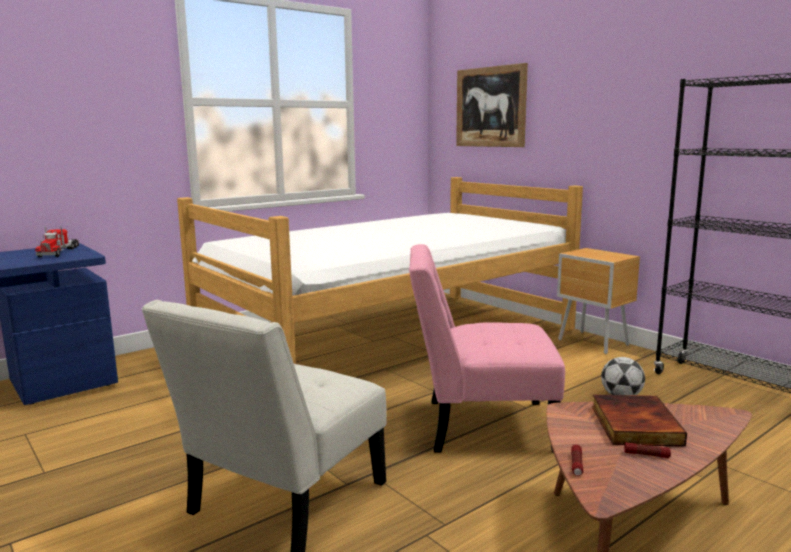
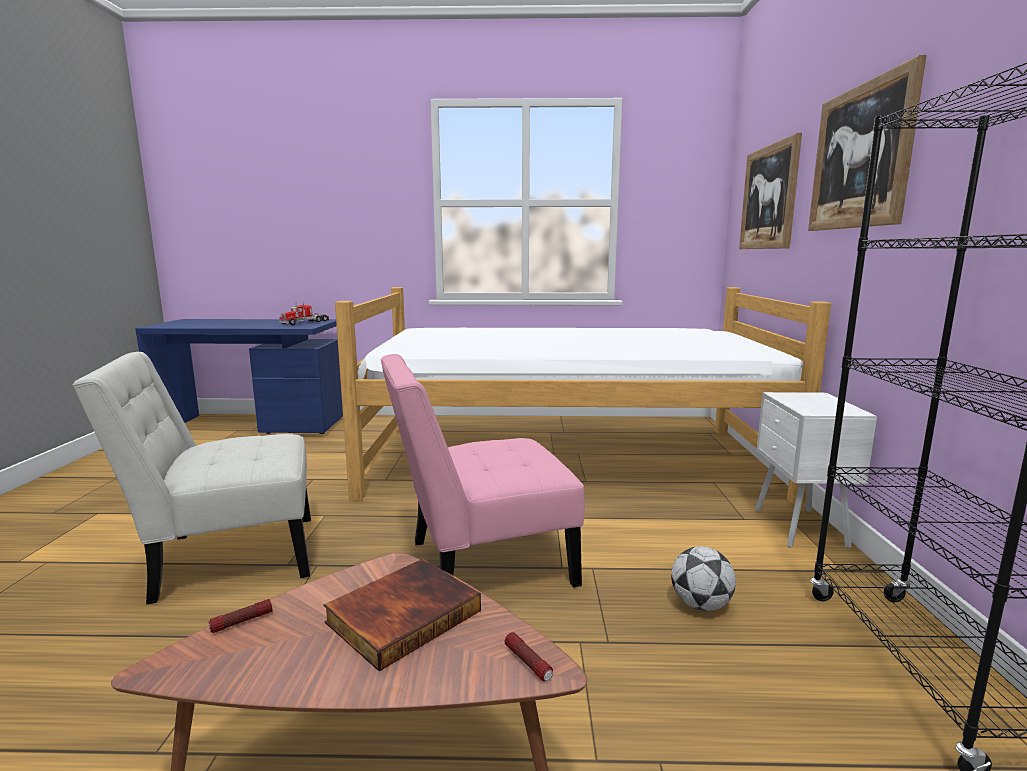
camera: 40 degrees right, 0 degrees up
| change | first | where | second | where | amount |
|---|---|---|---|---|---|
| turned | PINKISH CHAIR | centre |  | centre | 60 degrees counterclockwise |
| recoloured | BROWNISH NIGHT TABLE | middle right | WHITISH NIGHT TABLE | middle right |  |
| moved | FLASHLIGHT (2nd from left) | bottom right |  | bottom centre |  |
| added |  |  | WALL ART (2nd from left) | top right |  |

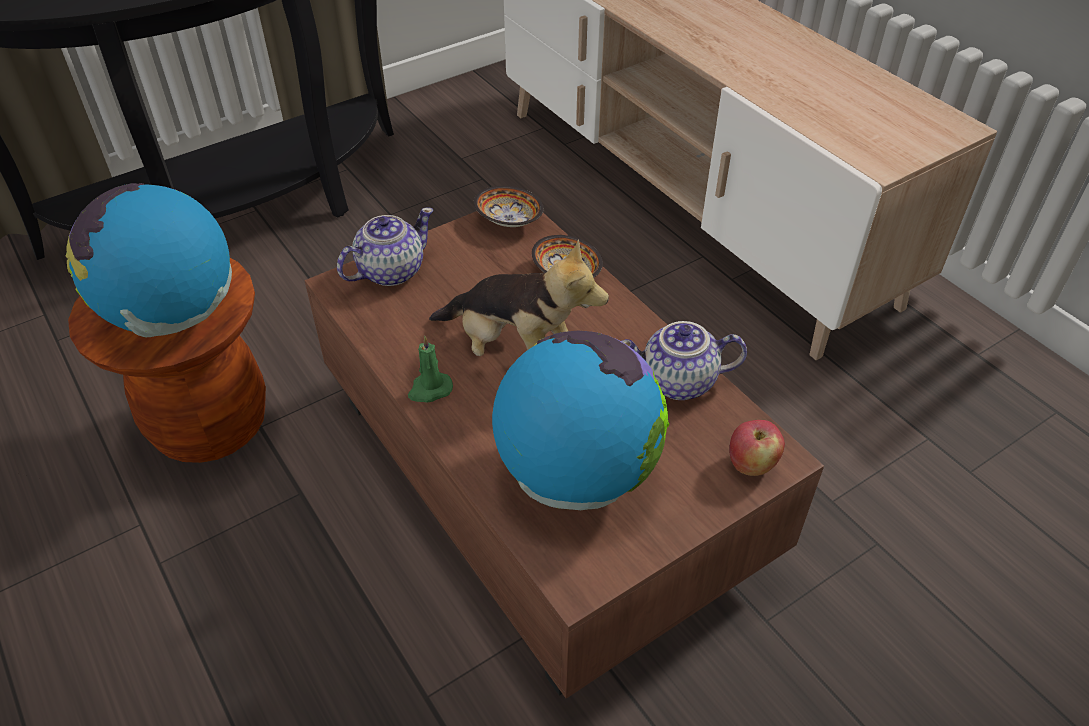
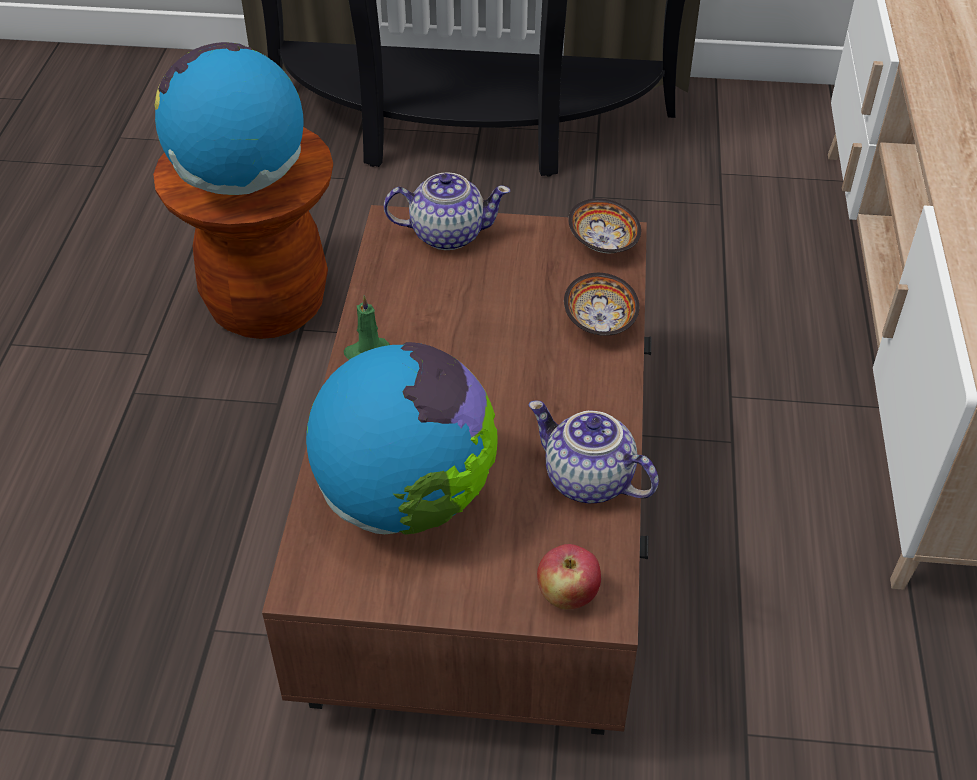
camera: 40 degrees right, 0 degrees up
| change | first | where | second | where | amount |
|---|---|---|---|---|---|
| removed | PLUSH TOY | centre |  |  |  |

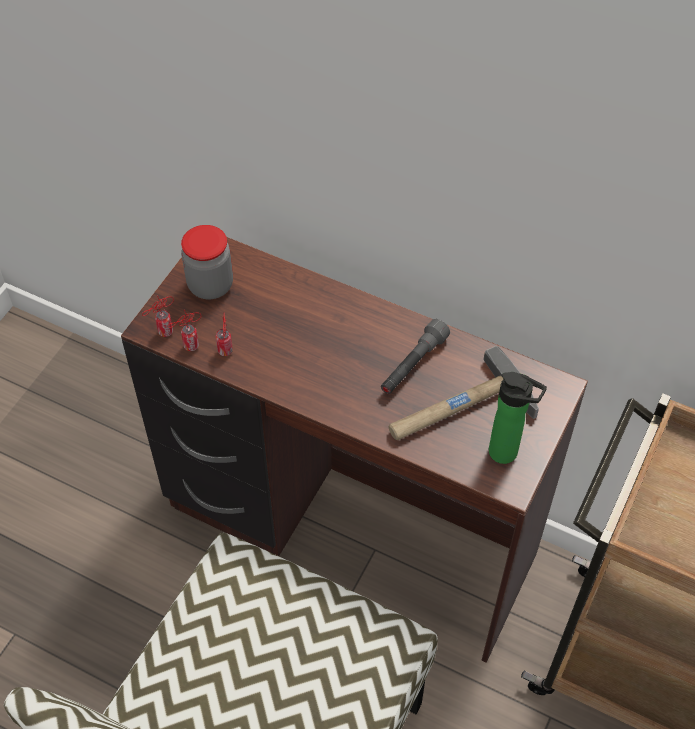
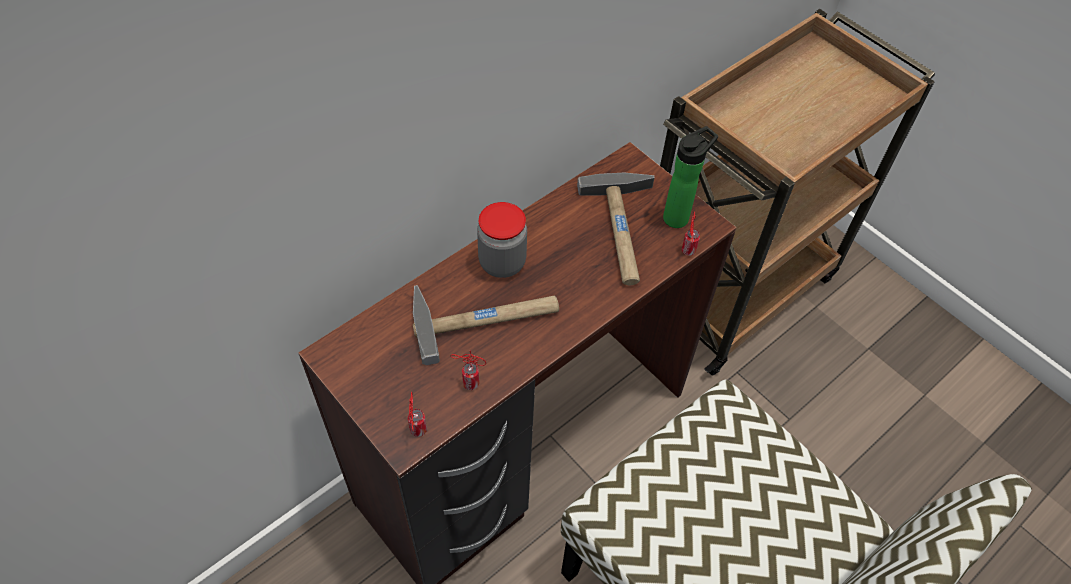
camera: 70 degrees left, 0 degrees up
| change | first | where | second | where | amount |
|---|---|---|---|---|---|
| moved | METAL CAN (2nd from left in the first image) | middle left | METAL CAN (3rd from left) | centre |  |
| moved | JAR | middle left |  | centre |  |
| removed | GREY FLASHLIGHT | centre |  |  |  |
| added |  |  | HAMMER (1st from left) | centre |  |

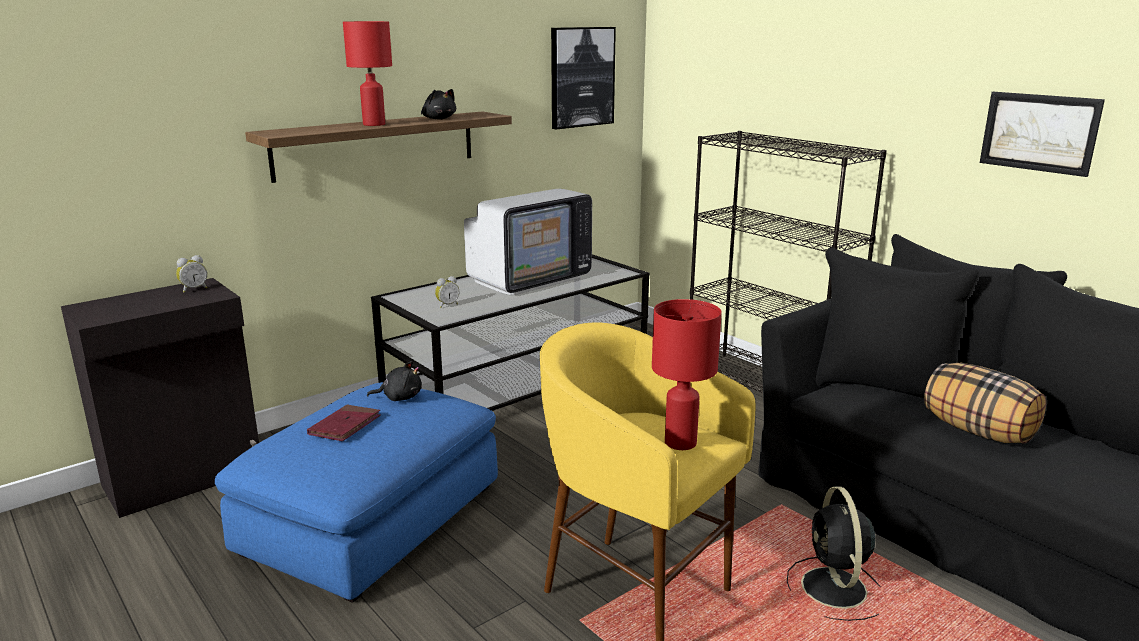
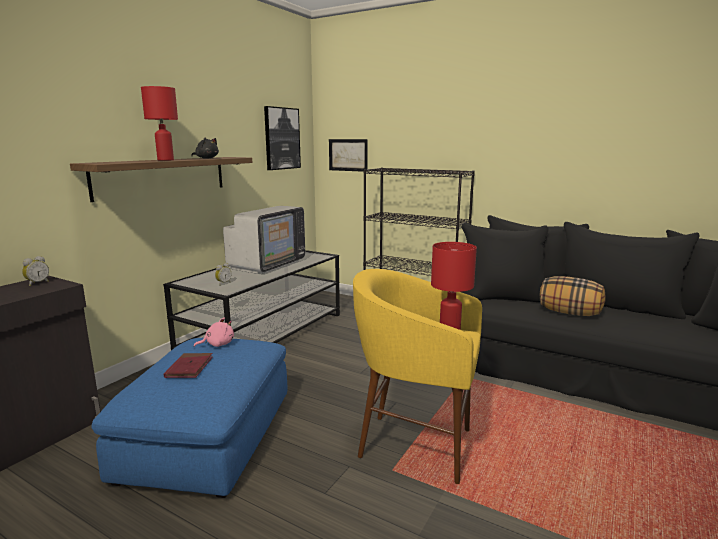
camera: 20 degrees left, 5 degrees down
| change | first | where | second | where | amount |
|---|---|---|---|---|---|
| recoloured | BLACK PLUSH TOY (1st from left) | centre | PINKISH PLUSH TOY | middle left |  |
| removed | BLACK FAN | bottom right |  |  |  |
| moved | WALL ART (2nd from left) | top right |  | top centre |  |

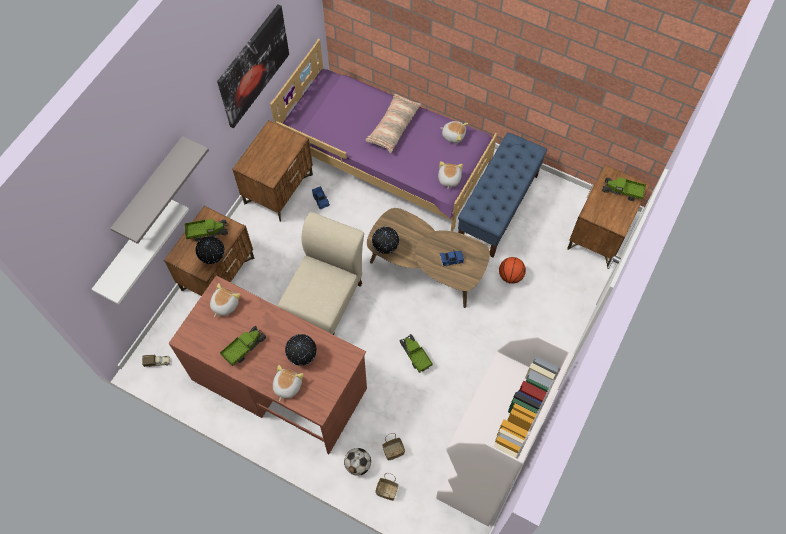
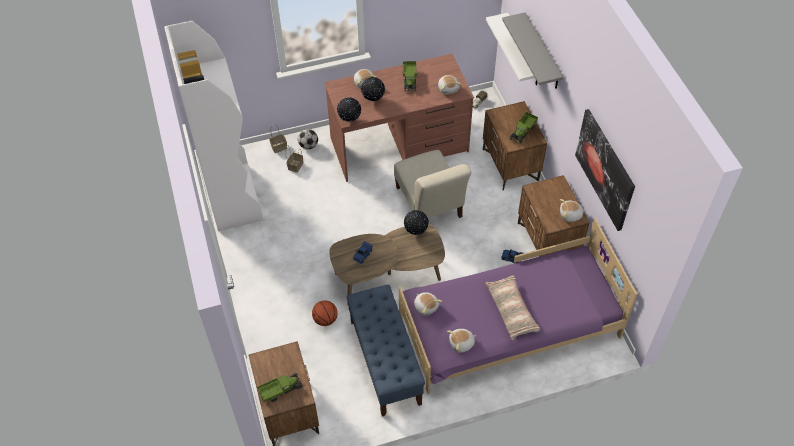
camera: 135 degrees right, 10 degrees down
| change | first | where | second | where | amount |
|---|---|---|---|---|---|
| moved | DESK GLOBE (1st from left) | middle left |  | top centre |  |
| removed | TOY TRUCK (4th from left) | centre |  |  |  |
| added |  |  | PLUSH TOY (5th from left) | middle right |  |

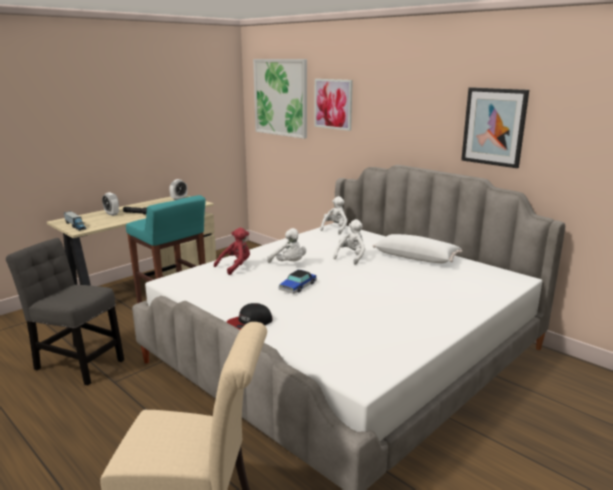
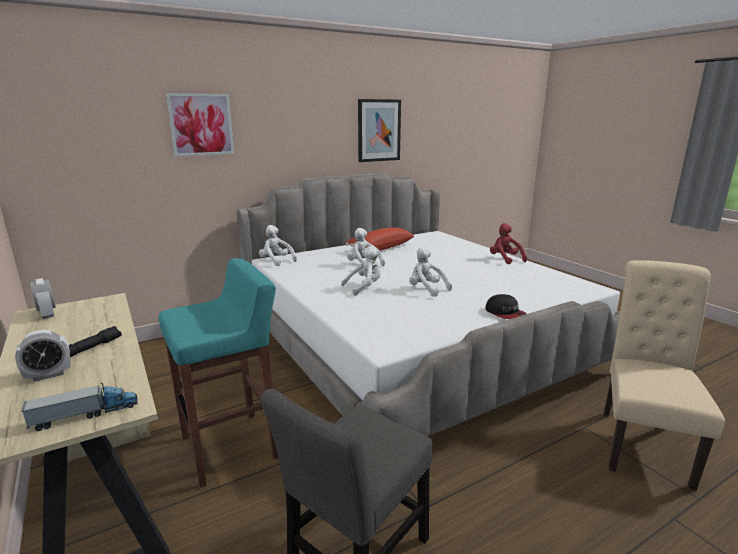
camera: 75 degrees left, 0 degrees up
| change | first | where | second | where | amount |
|---|---|---|---|---|---|
| moved | RED PLUSH TOY | centre |  | middle right |  |
| removed | WALL ART (1st from left) | top centre |  |  |  |
| replaced | MODEL CAR | centre | WHITISH PLUSH TOY (4th from left) | centre |  |
| recoloured | WHITISH THROW PILLOW | middle right | RED THROW PILLOW | centre |  |

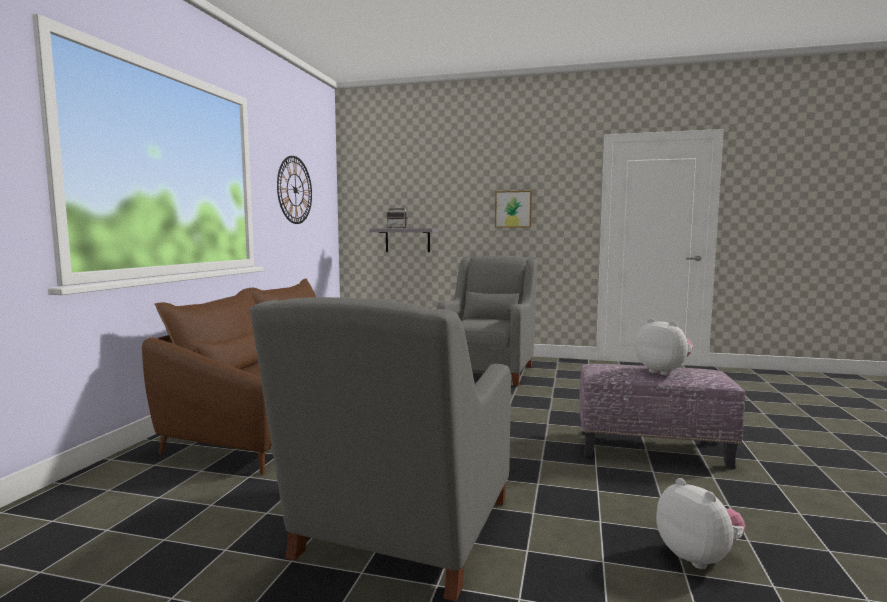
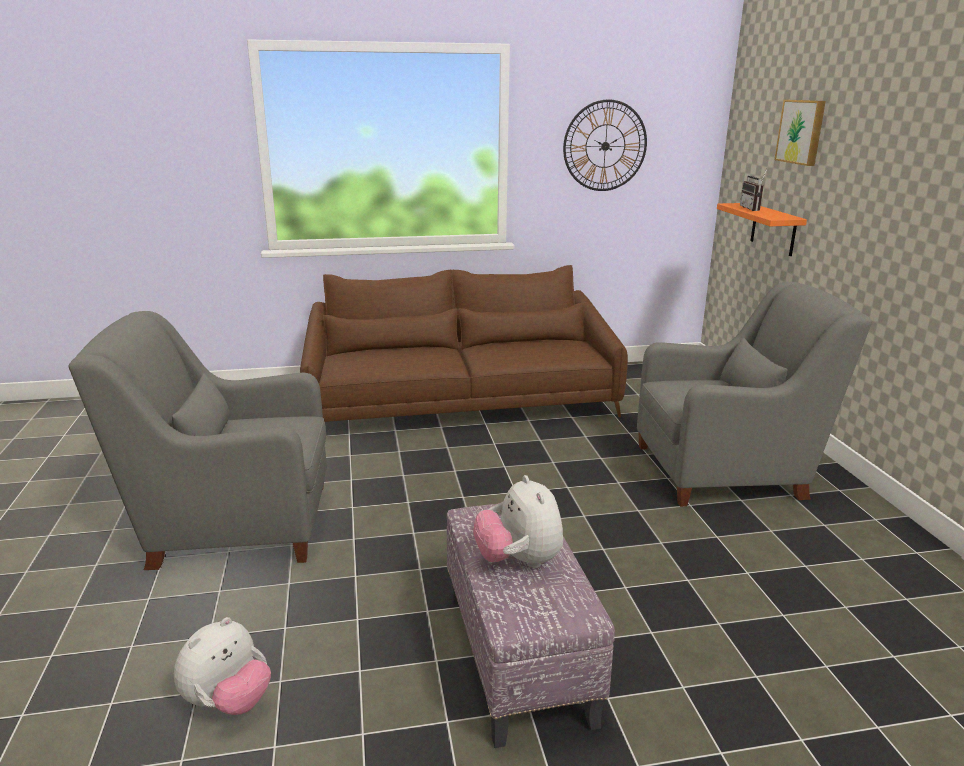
camera: 65 degrees right, 15 degrees up
| change | first | where | second | where | amount |
|---|---|---|---|---|---|
| recoloured | GREY BRACKET SHELF | centre | ORANGEY BRACKET SHELF | top right |  |
| moved | WALL ART | centre |  | top right |  |
| turned | PLUSH TOY (1st from left in the first image) | middle right | PLUSH TOY (2nd from left) | bottom centre | 135 degrees clockwise |

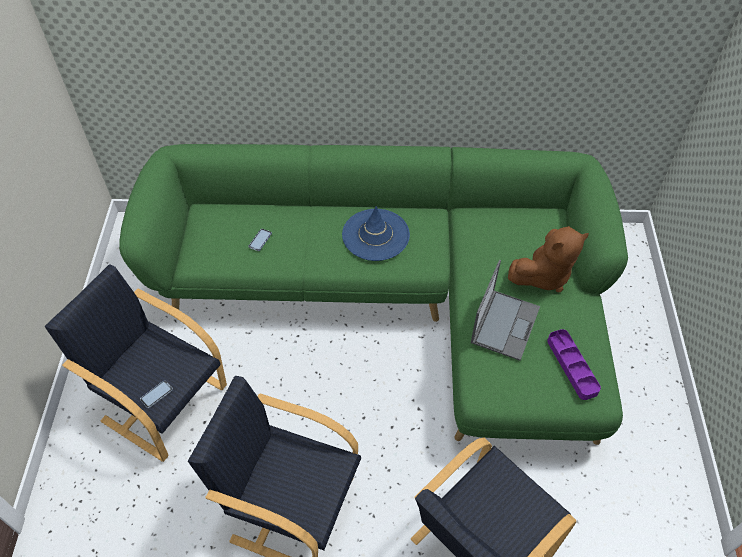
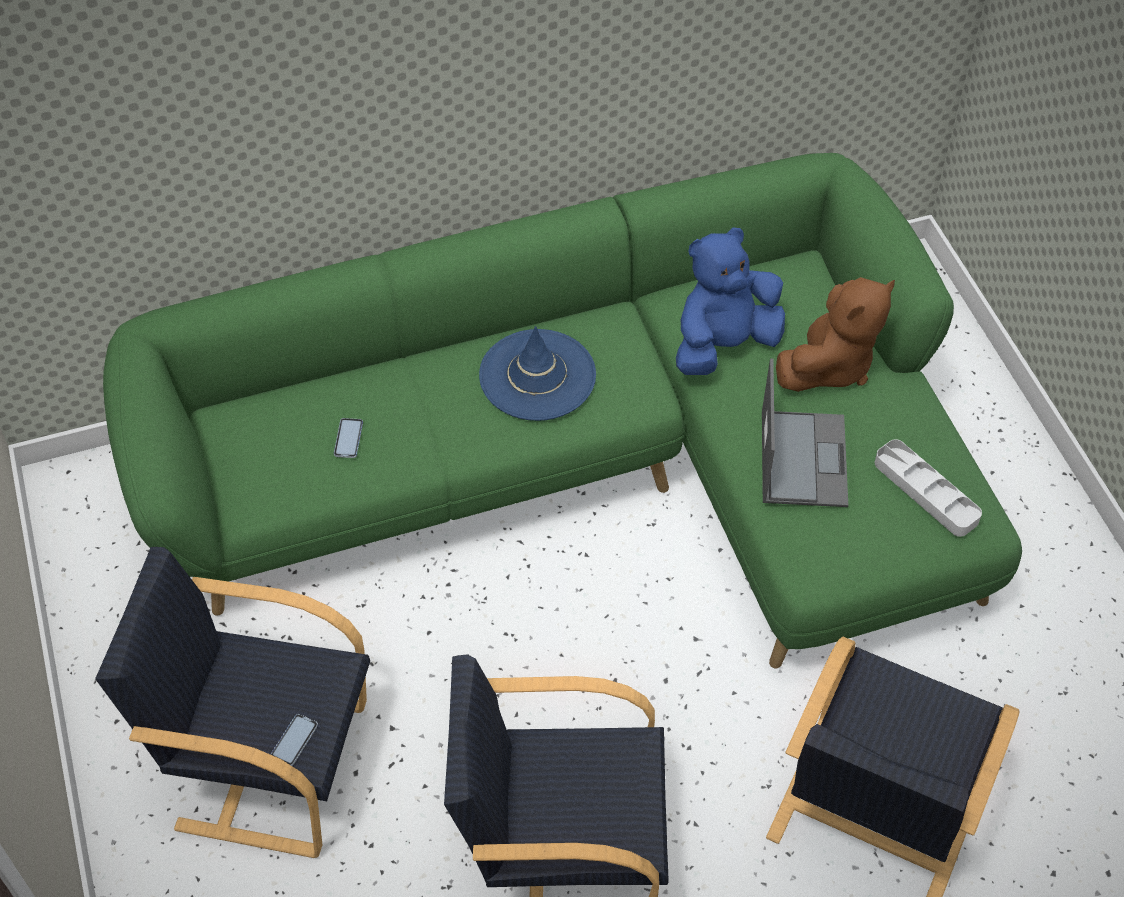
camera: 20 degrees left, 0 degrees up
| change | first | where | second | where | amount |
|---|---|---|---|---|---|
| recoloured | PURPLE-COLOURED TRAY | middle right | GREY TRAY | middle right |  |
| added |  |  | BLUISH PLUSH TOY | centre |  |

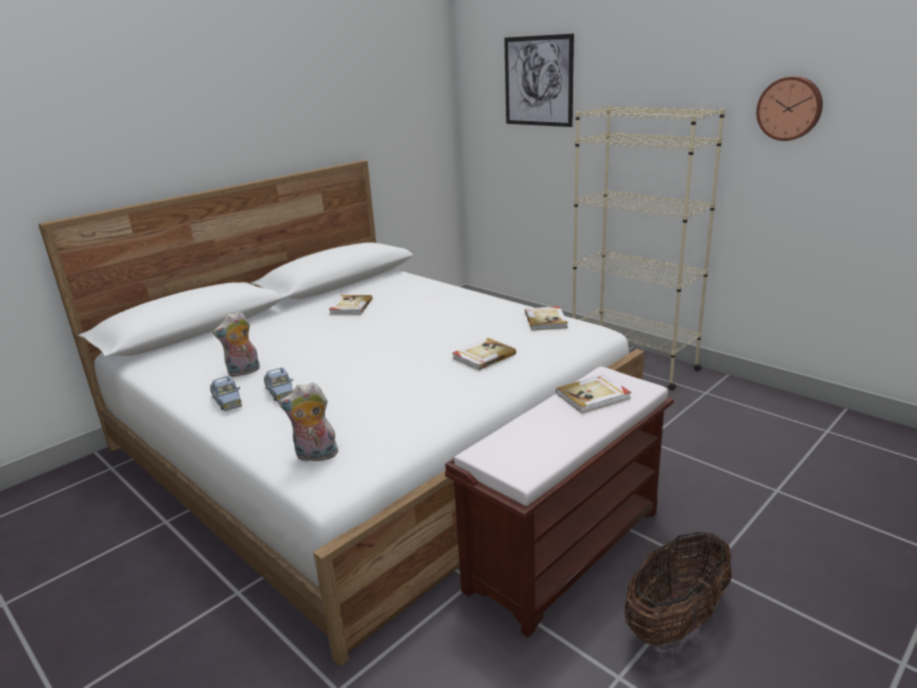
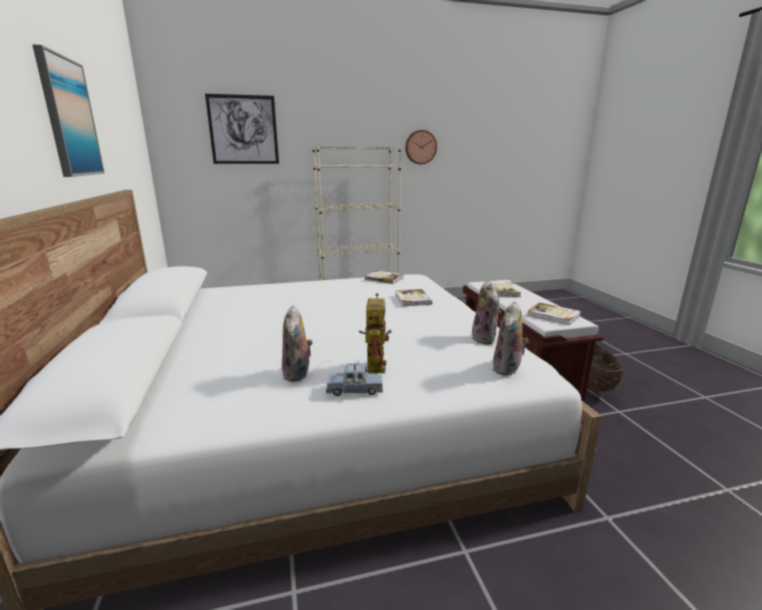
camera: 60 degrees left, 5 degrees down
| change | first | where | second | where | amount |
|---|---|---|---|---|---|
| replaced | BLUISH MODEL CAR (2nd from left) | middle left | ROBOT FIGURE | centre |  |
| moved | BOUND BOOK (1st from left in the first image) | centre | BOUND BOOK (4th from left) | middle right |  |
| added |  |  | WALL ART (1st from left) | top left |  |
| added |  |  | PLUSH TOY (2nd from left) | centre |  |

